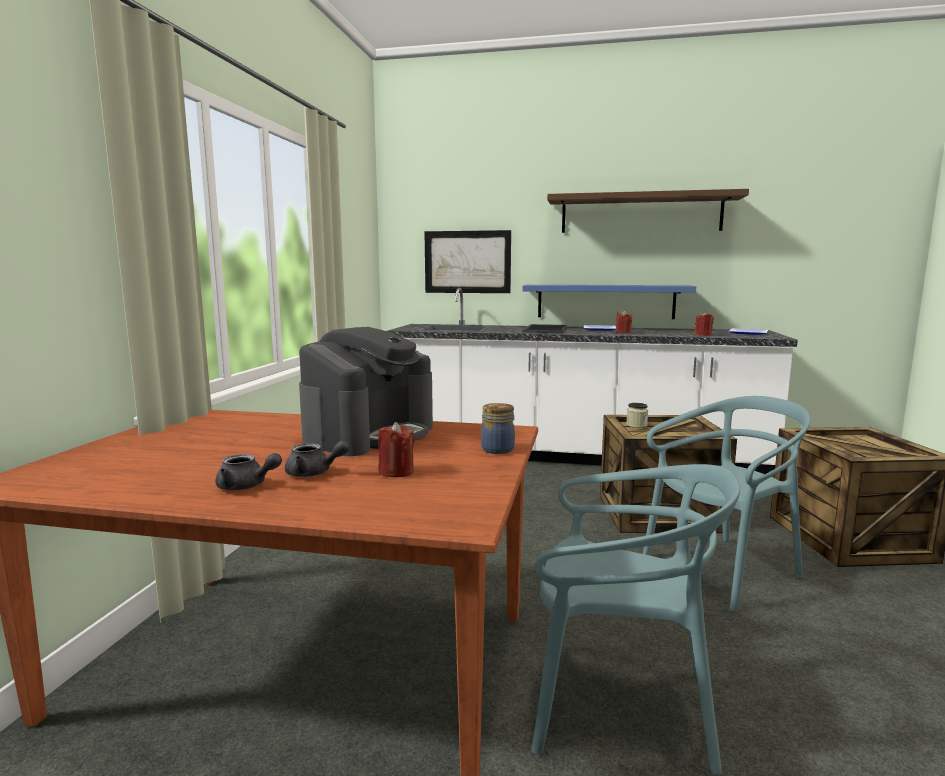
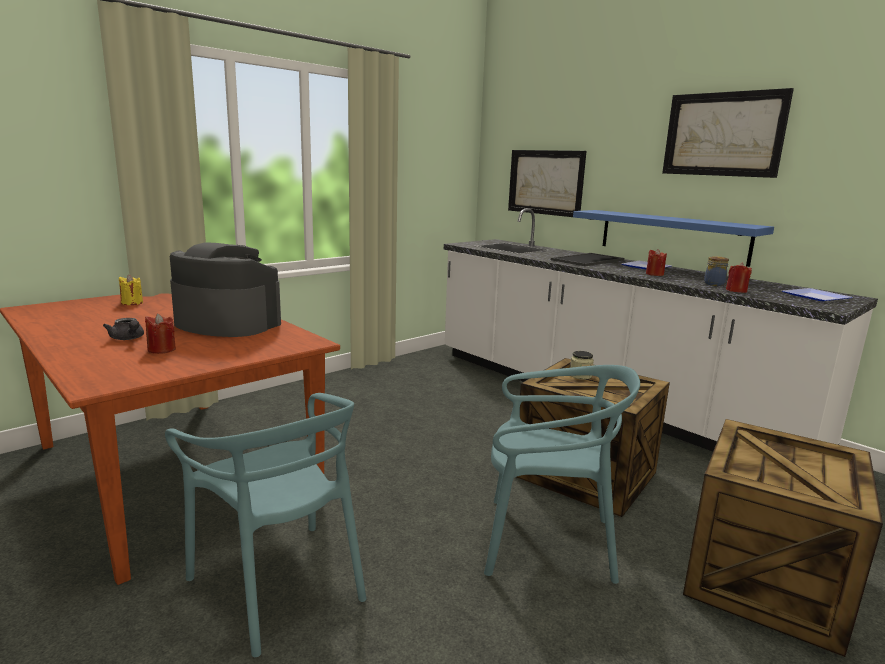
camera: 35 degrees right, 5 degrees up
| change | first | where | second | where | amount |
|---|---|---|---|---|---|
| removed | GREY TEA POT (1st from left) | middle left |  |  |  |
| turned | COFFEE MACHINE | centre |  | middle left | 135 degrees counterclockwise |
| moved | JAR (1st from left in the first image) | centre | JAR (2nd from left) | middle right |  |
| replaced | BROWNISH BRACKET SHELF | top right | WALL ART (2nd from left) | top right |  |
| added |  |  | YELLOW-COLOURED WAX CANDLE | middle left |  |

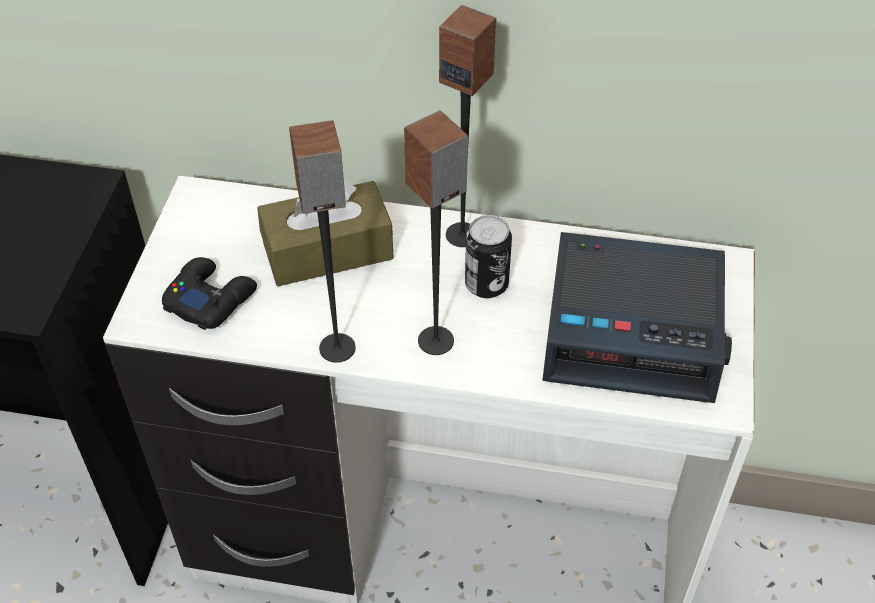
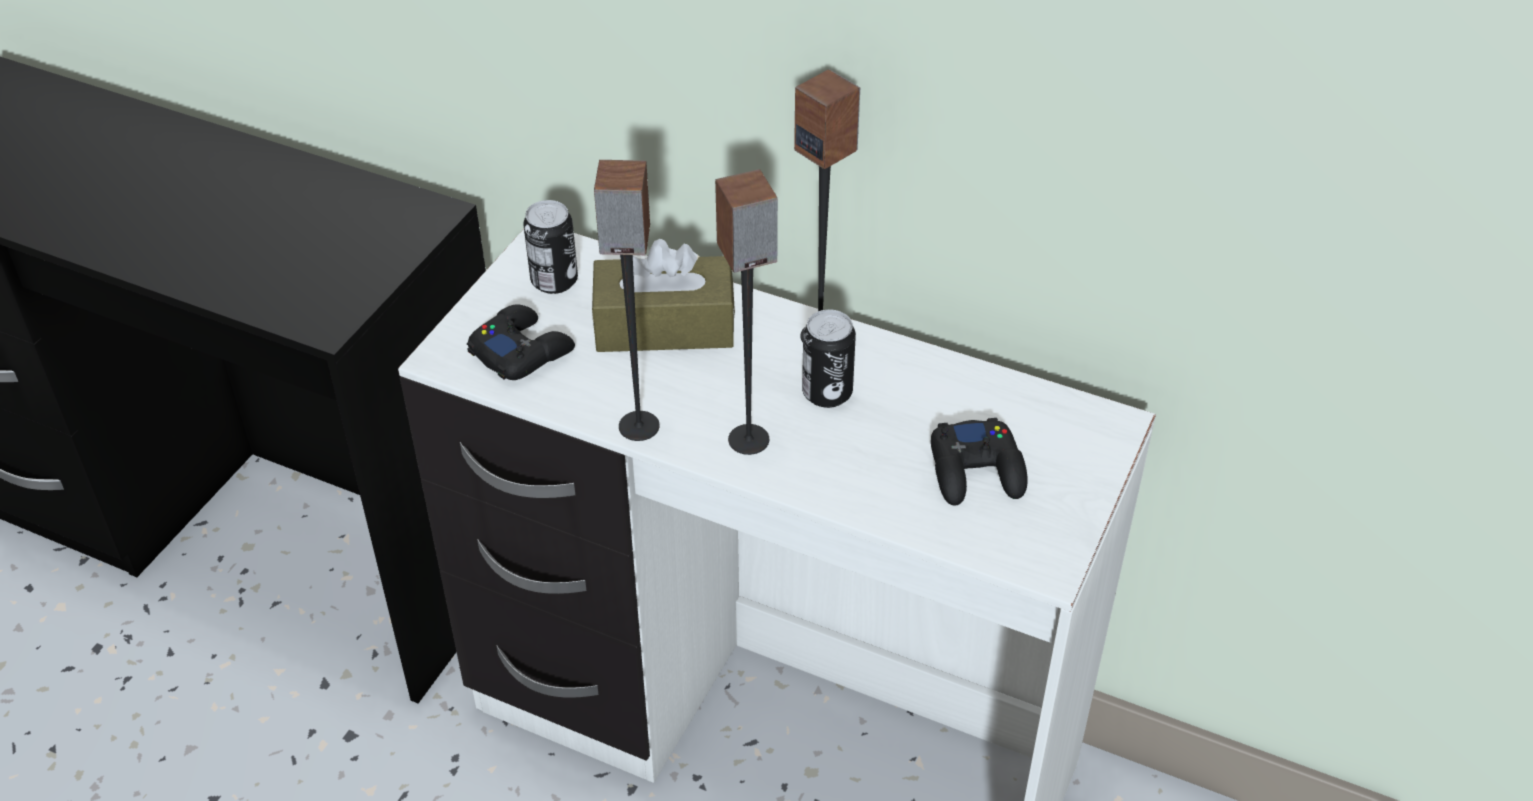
camera: 15 degrees right, 5 degrees down
| change | first | where | second | where | amount |
|---|---|---|---|---|---|
| replaced | BEDSIDE CLOCK | middle right | BLACK GAMEPAD (2nd from left) | centre |  |
| added |  |  | METAL CAN (1st from left) | top centre |  |

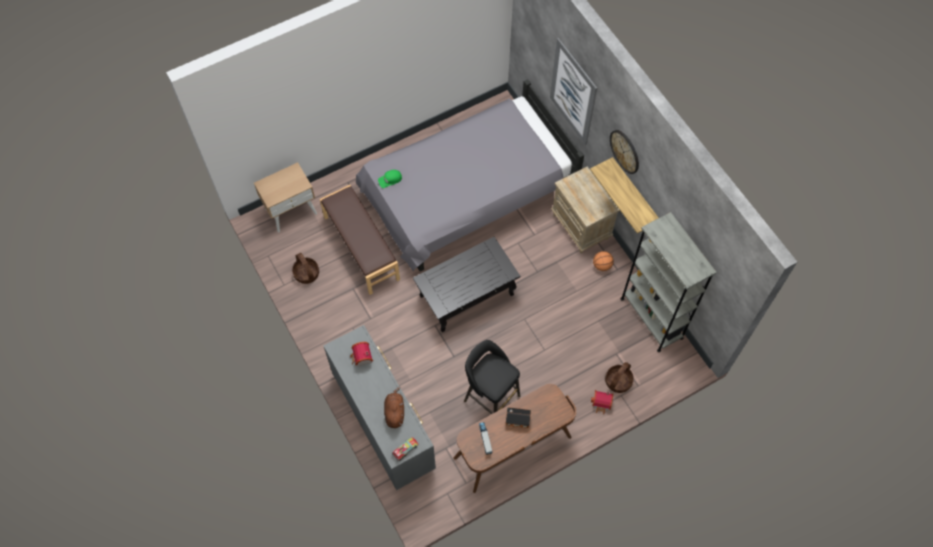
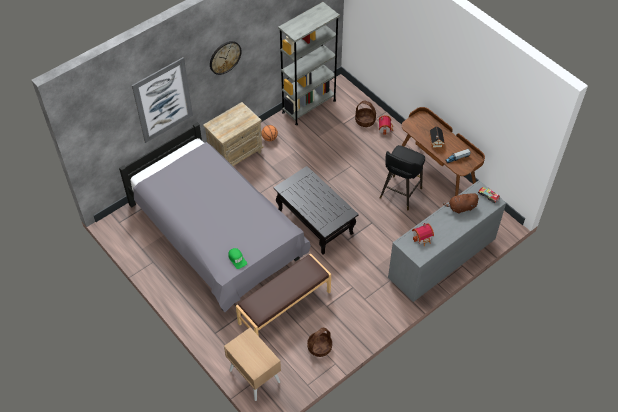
camera: 100 degrees left, 10 degrees down
| change | first | where | second | where | amount |
|---|---|---|---|---|---|
| removed | BRACKET SHELF | middle right |  |  |  |

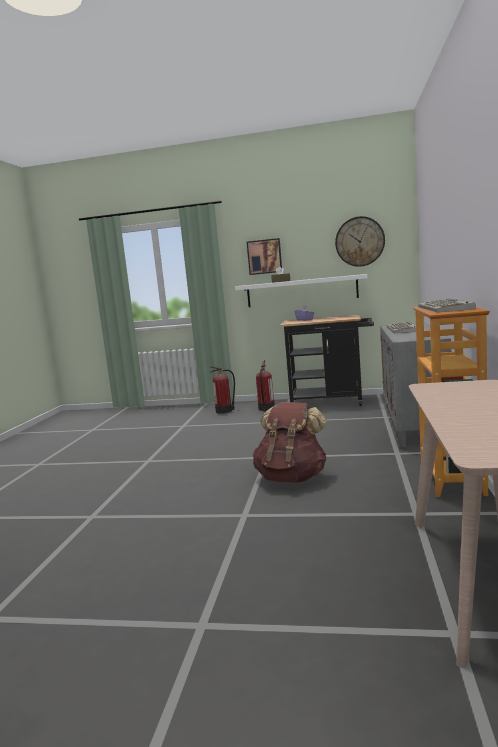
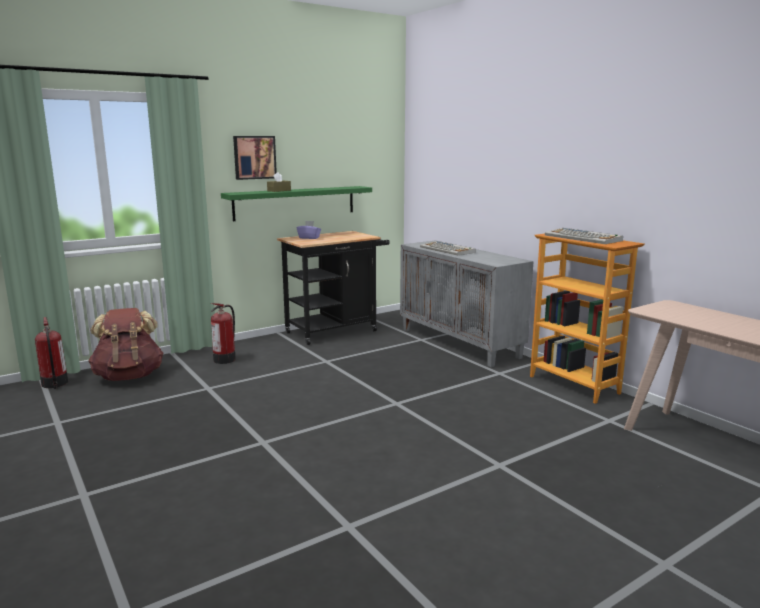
camera: 45 degrees left, 5 degrees up
| change | first | where | second | where | amount |
|---|---|---|---|---|---|
| recoloured | WHITISH BRACKET SHELF | centre | GREEN BRACKET SHELF | centre |  |
| moved | BROWNISH KNAPSACK | centre |  | middle left |  |
| moved | FIRE EXTINGUISHER (2nd from left in the first image) | centre | FIRE EXTINGUISHER (1st from left) | middle left |  |
| removed | WALL CLOCK | top right |  |  |  |

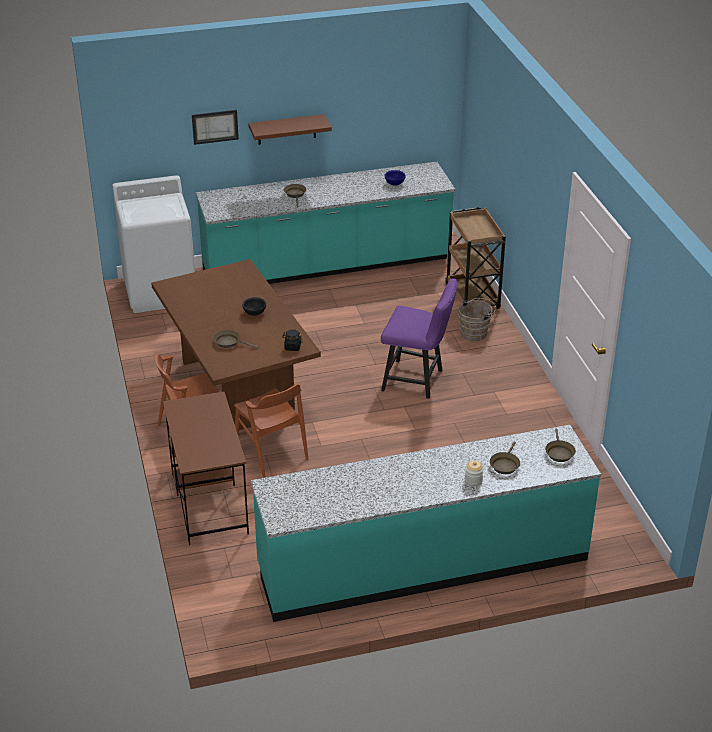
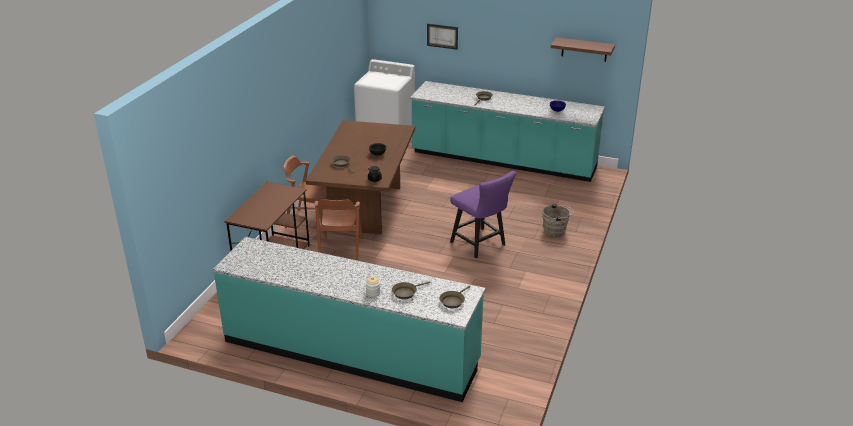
camera: 35 degrees right, 5 degrees down
| change | first | where | second | where | amount |
|---|---|---|---|---|---|
| moved | BROWNISH BRACKET SHELF | top centre |  | top right |  |
| removed | BROWNISH WHEELED CART | middle right |  |  |  |

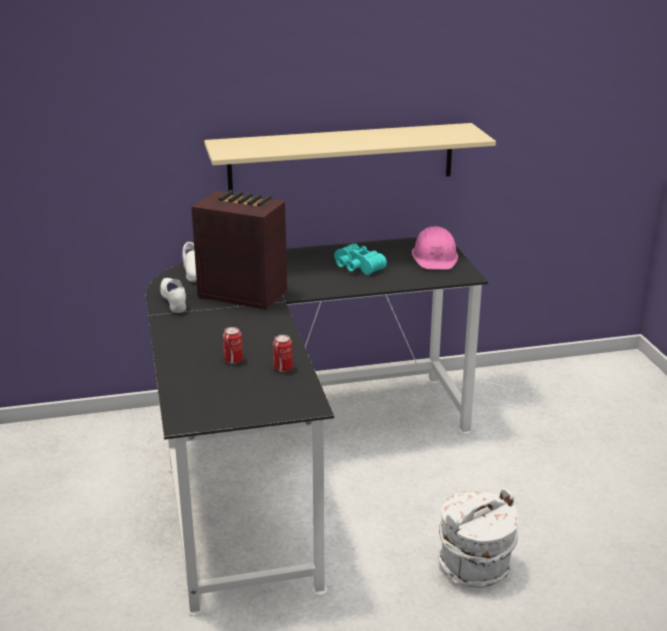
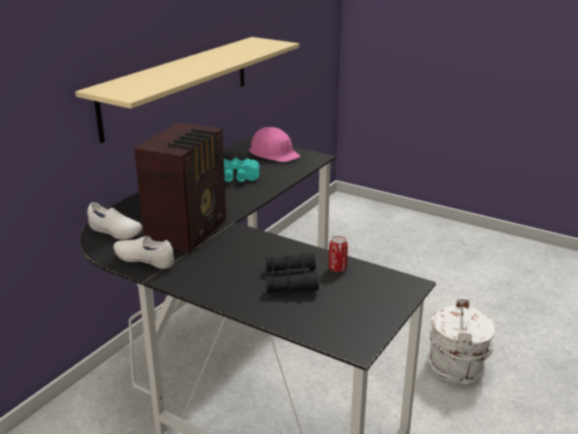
camera: 45 degrees left, 0 degrees up
| change | first | where | second | where | amount |
|---|---|---|---|---|---|
| turned | RADIO SET | centre |  | middle left | 135 degrees clockwise |
| replaced | METAL CAN (1st from left) | centre | BLACK PAIR OF BINOCULARS | centre |  |

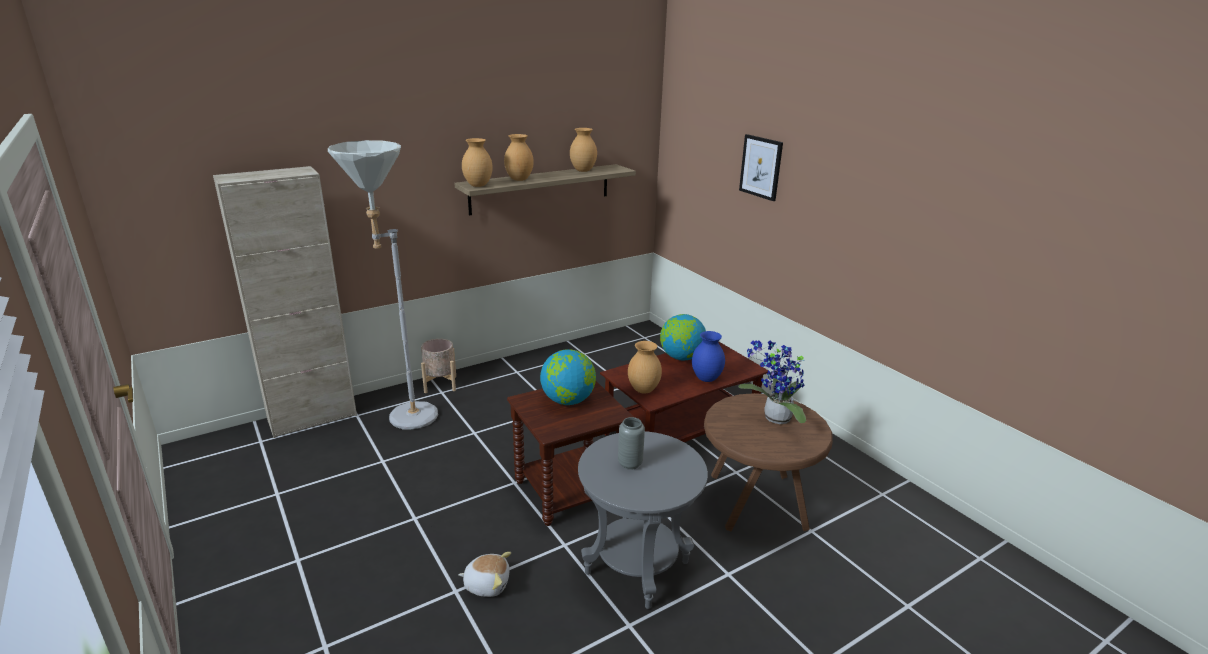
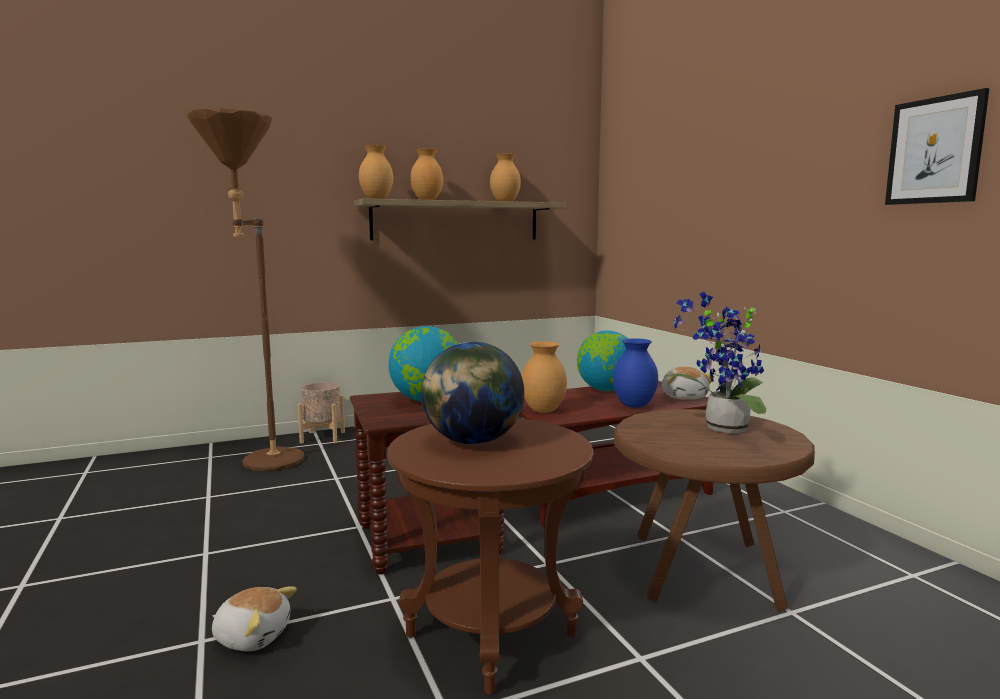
camera: 10 degrees right, 15 degrees down
| change | first | where | second | where | amount |
|---|---|---|---|---|---|
| removed | SAND-COLOURED STORAGE CABINET | middle left |  |  |  |
| recoloured | GREY FLOOR LAMP | middle left | BROWNISH FLOOR LAMP | middle left |  |
| recoloured | GREY END TABLE | bottom centre | BROWNISH END TABLE (2nd from left) | bottom centre |  |
| replaced | GREY FLOWER VASE | bottom centre | DESK GLOBE (2nd from left) | centre |  |
| moved | WALL ART | top centre |  | top right |  |
| added |  |  | PLUSH TOY (2nd from left) | middle right |  |

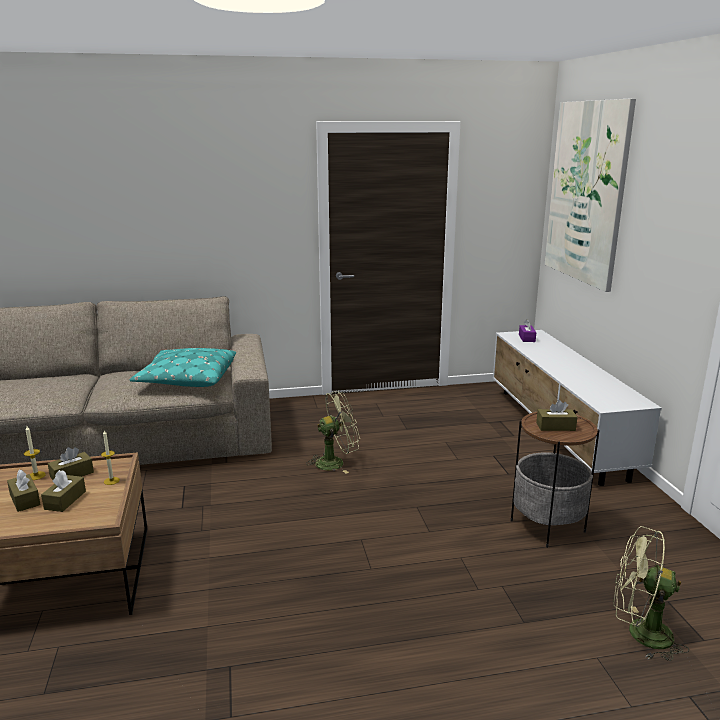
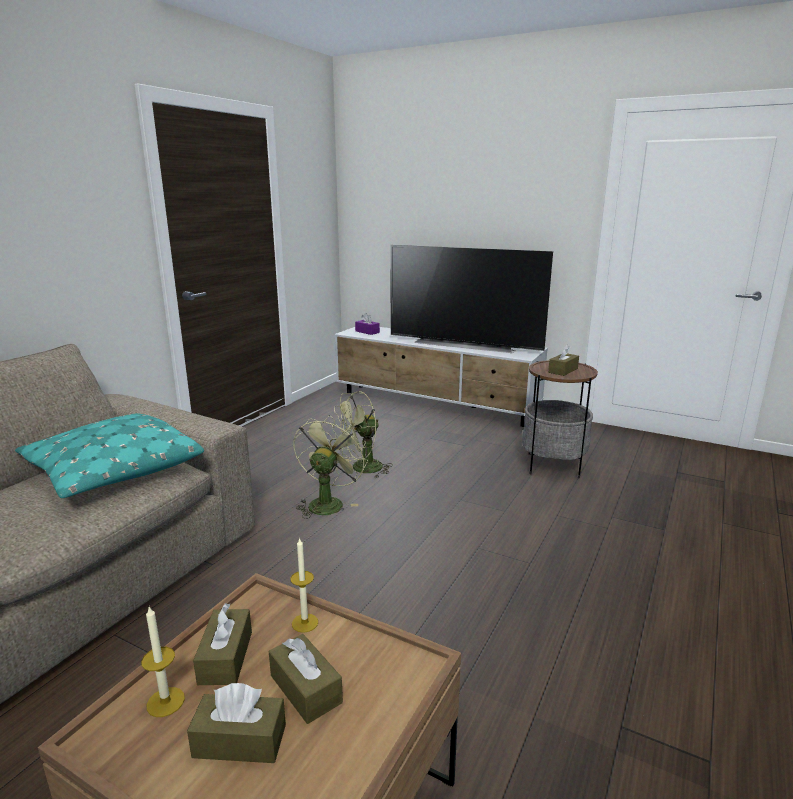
camera: 50 degrees left, 0 degrees up
| change | first | where | second | where | amount |
|---|---|---|---|---|---|
| removed | WALL ART | top right |  |  |  |
| moved | GREEN FAN (2nd from left) | bottom right |  | centre |  |
| added |  |  | TV | centre |  |

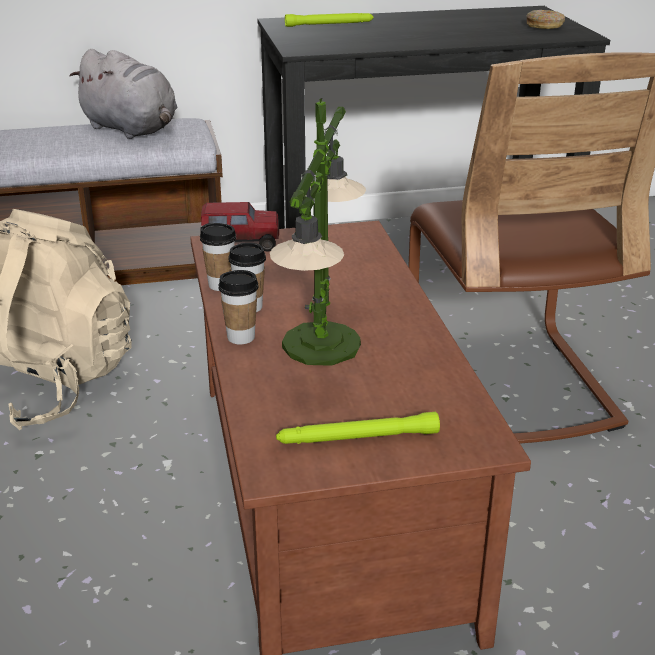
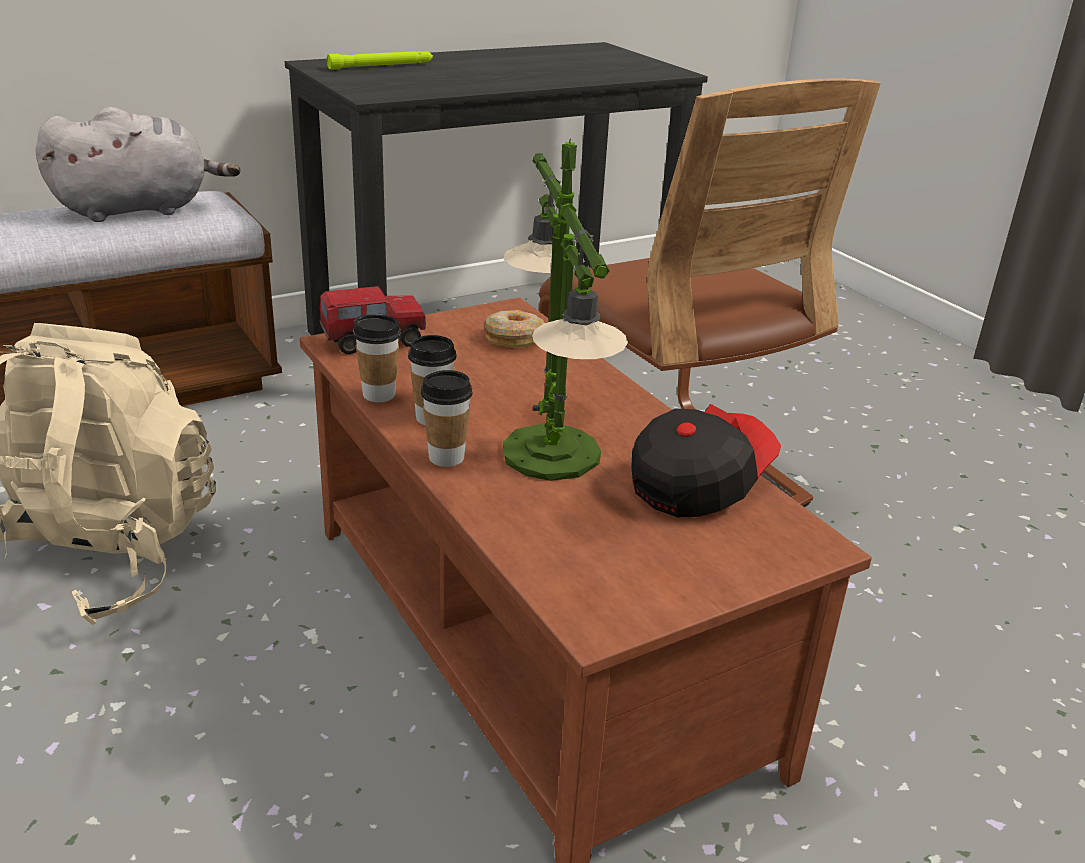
camera: 20 degrees left, 0 degrees up
| change | first | where | second | where | amount |
|---|---|---|---|---|---|
| turned | GREY PLUSH TOY | top left |  | top left | 45 degrees counterclockwise |
| removed | GREEN FLASHLIGHT (2nd from left) | centre |  |  |  |
| moved | DOUGHNUT | top right |  | centre |  |
| added |  |  | BASEBALL CAP | centre |  |

